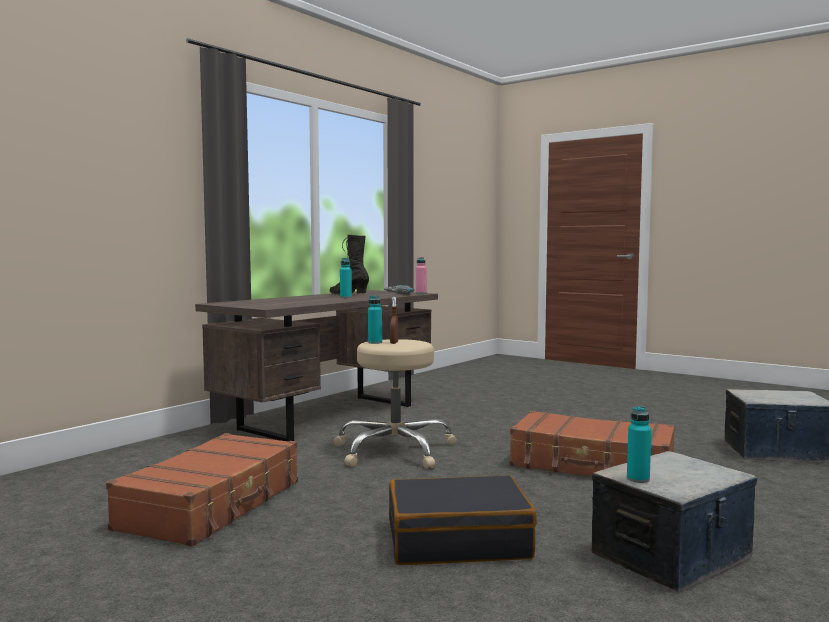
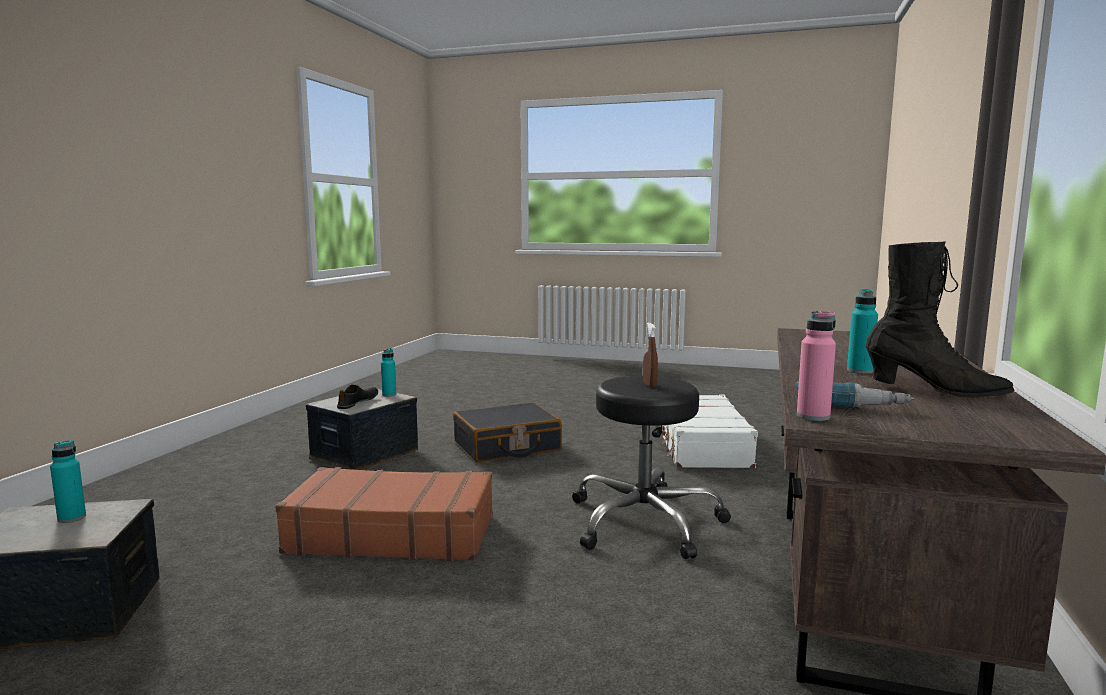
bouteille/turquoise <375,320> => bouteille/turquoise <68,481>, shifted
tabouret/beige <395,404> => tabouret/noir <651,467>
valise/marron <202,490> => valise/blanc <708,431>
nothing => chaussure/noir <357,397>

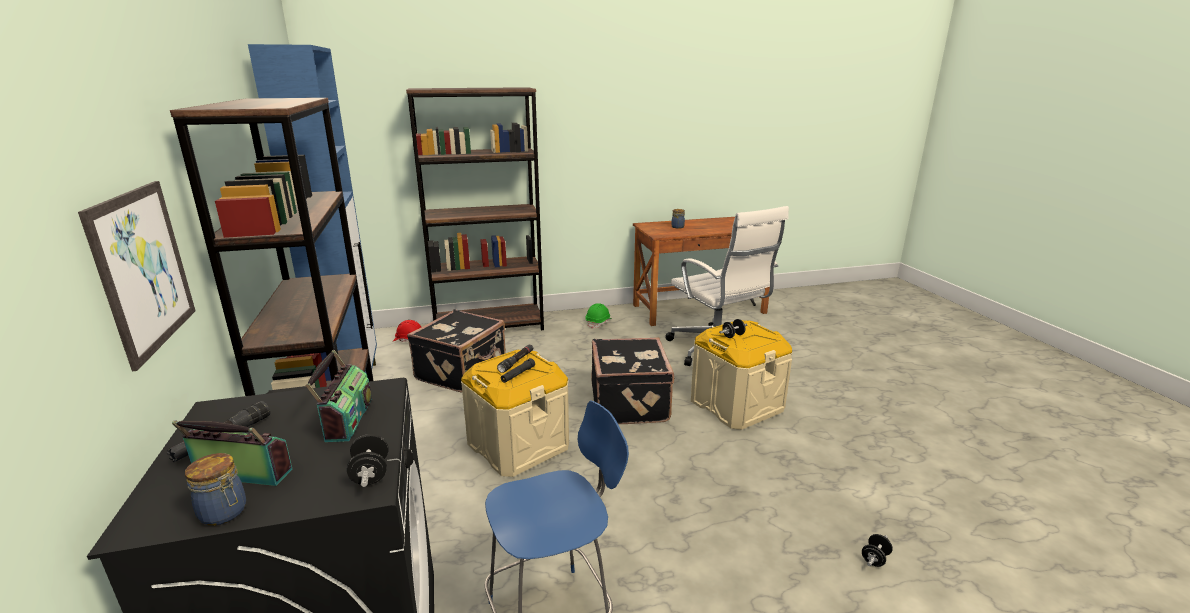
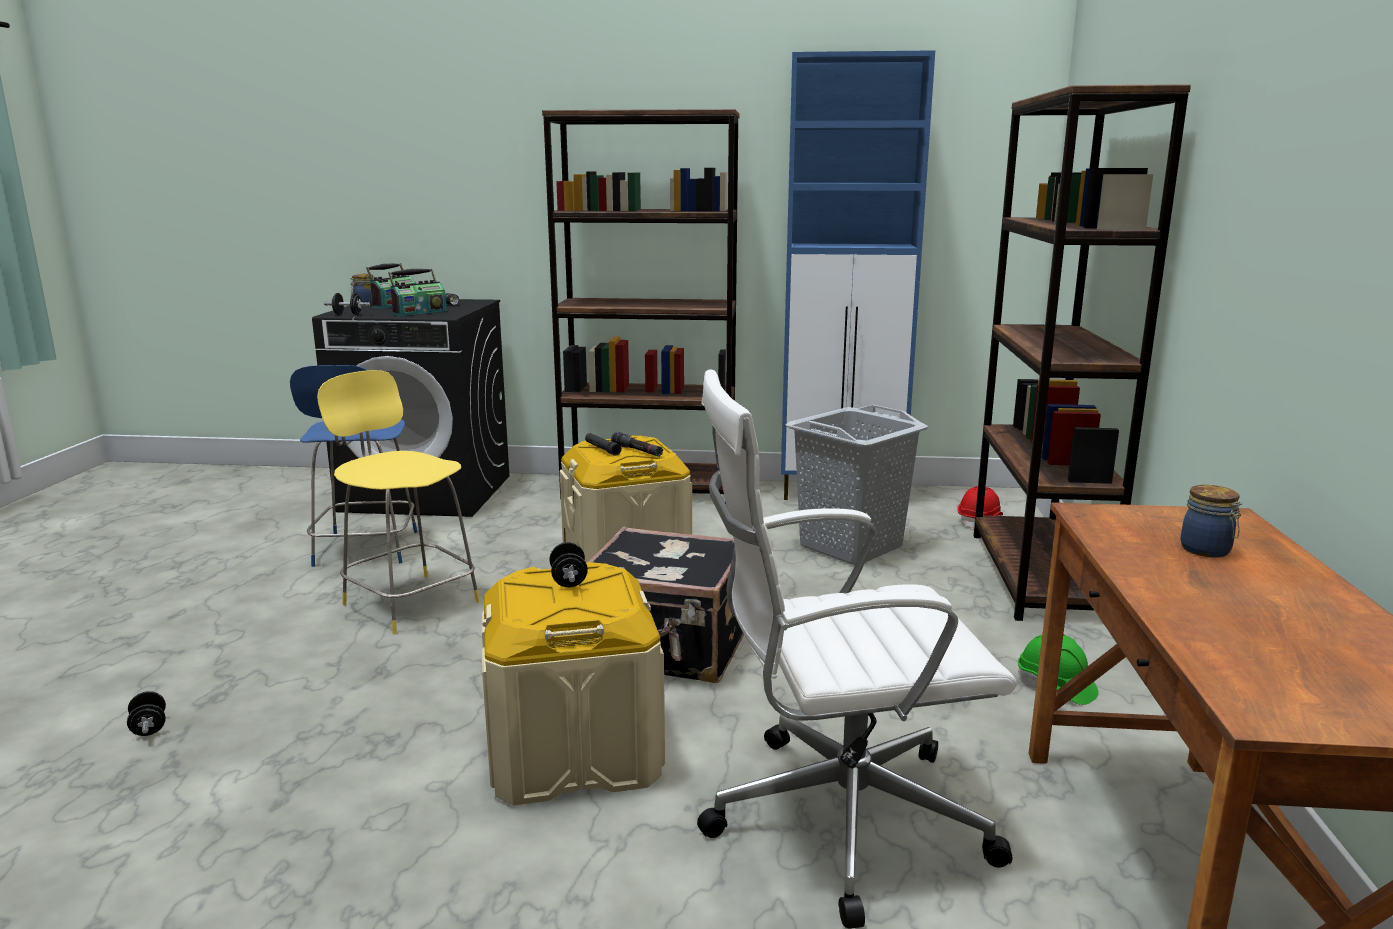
tableau <136,276> => nothing
valise/noir <456,351> => panier à linge/gris <857,485>
radio <339,396> => radio <417,292>, 60 degrees counterclockwise
nothing => tabouret/jaune <398,502>

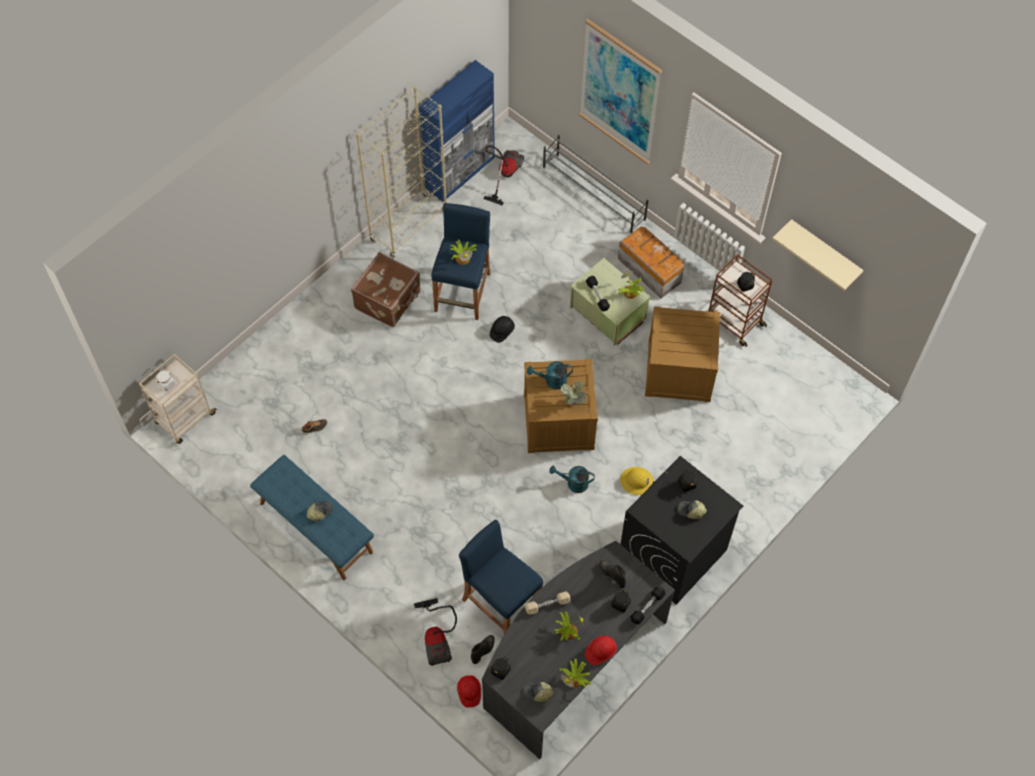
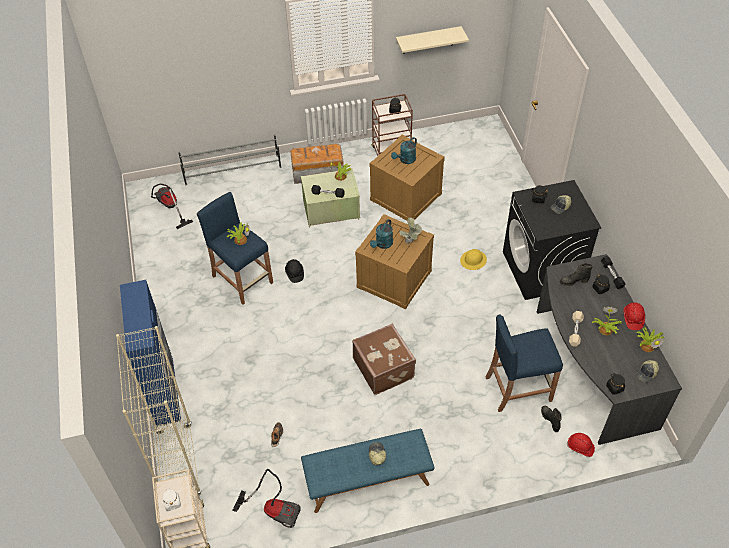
tableau <620,92> => nothing
meuble de rangement/bleu <457,131> => meuble de rangement/bleu <150,353>, shifted
bibliothèque/beige <401,172> => bibliothèque/beige <158,411>, shifted
valise/marron <386,289> => valise/marron <384,359>, shifted
arrosoir/turquoise <572,479> => arrosoir/turquoise <404,150>, shifted
aspirateur <435,632> => aspirateur <267,498>, shifted

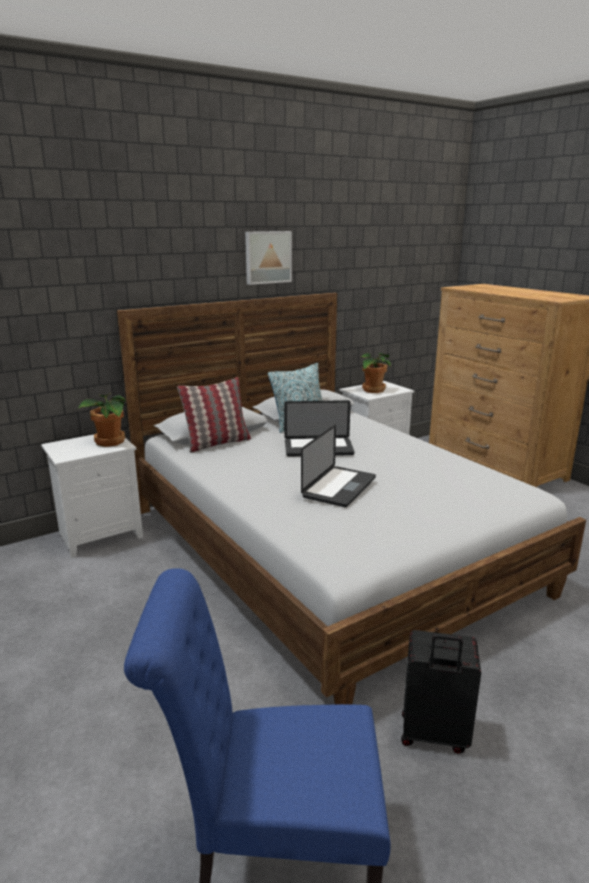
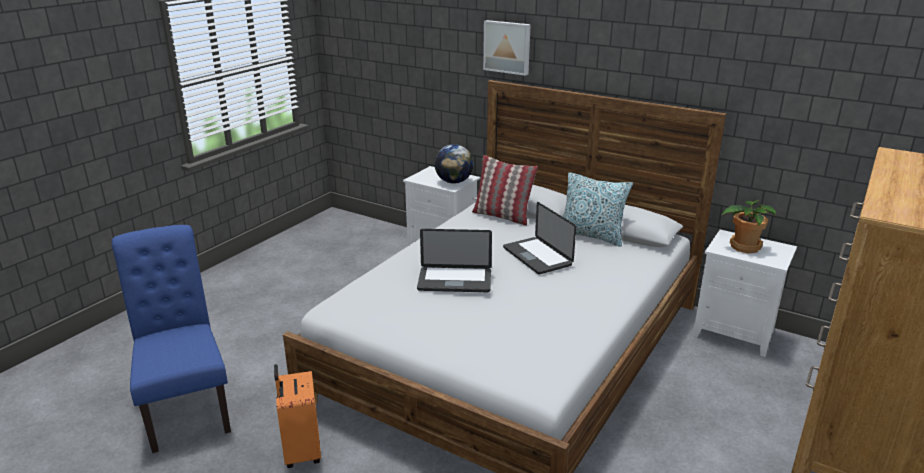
tableau <268,258> => tableau <507,48>, shifted
plante en pot <102,420> => globe <453,164>
valise/noir <441,692> => valise/orange <297,416>

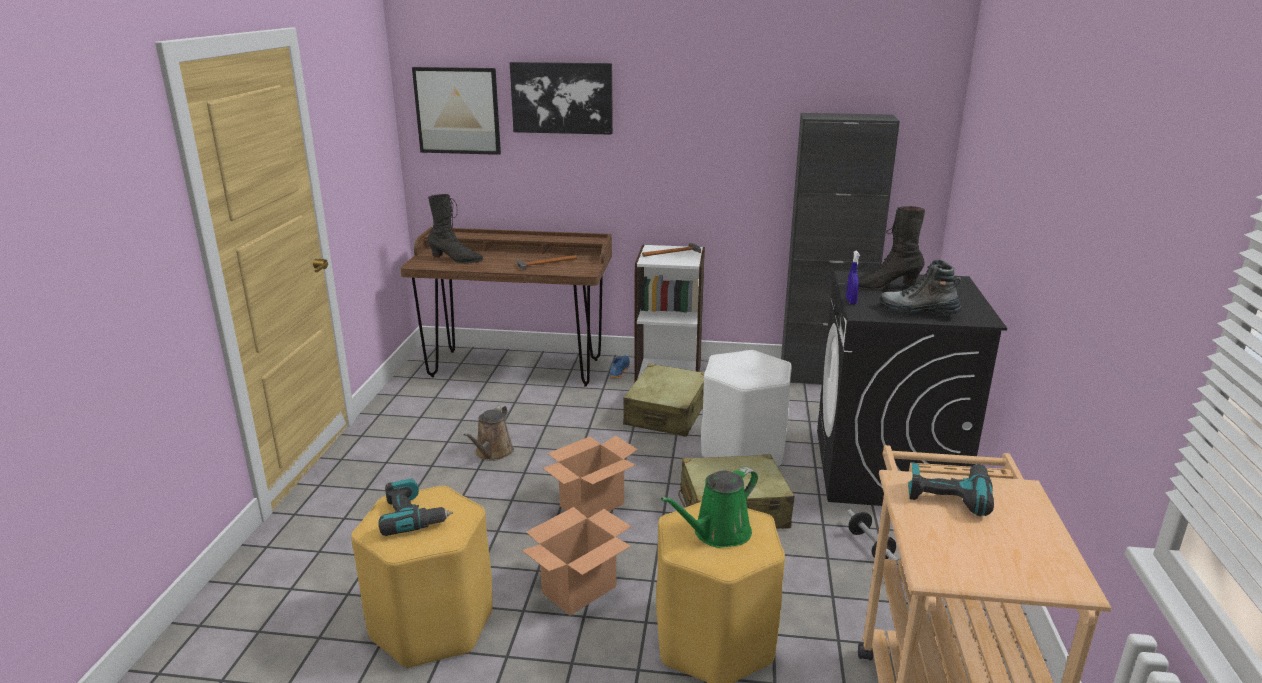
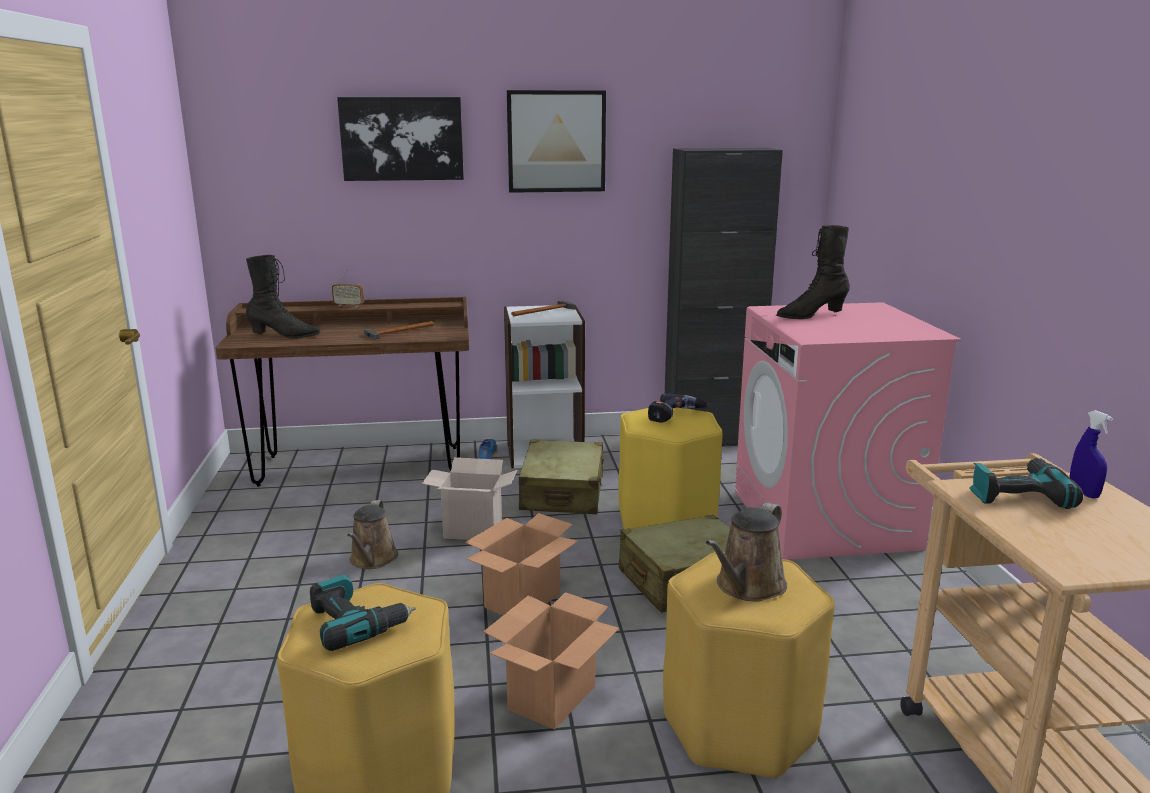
tableau <456,111> => tableau <556,141>, shifted
vaporisateur/bleu <853,277> => vaporisateur/bleu <1091,454>, shifted
botte <920,287> => nothing
lave-linge/noir <912,388> => lave-linge/rose <848,431>
tabouret/blanc <746,408> => tabouret/jaune <670,468>
arrosoir/vert <709,507> => arrosoir/marron <746,552>
haltère <872,537> => nothing
nothing => radio <348,287>
nothing => perceuse <678,408>
nothing => carton <469,498>

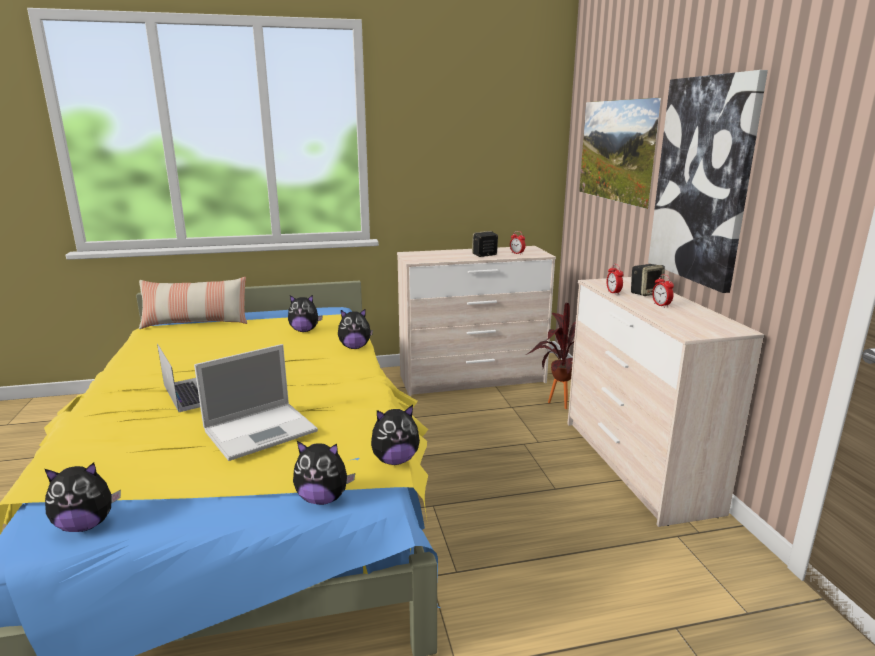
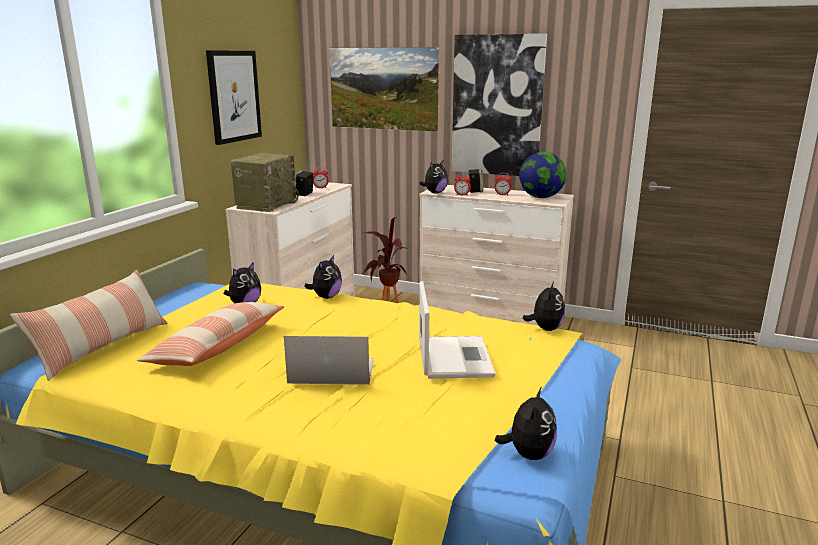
peluche <324,473> => peluche <433,177>, shifted
nothing => tableau <234,97>
nothing => globe <542,175>
nothing => radio <265,182>
nothing => coussin <210,334>

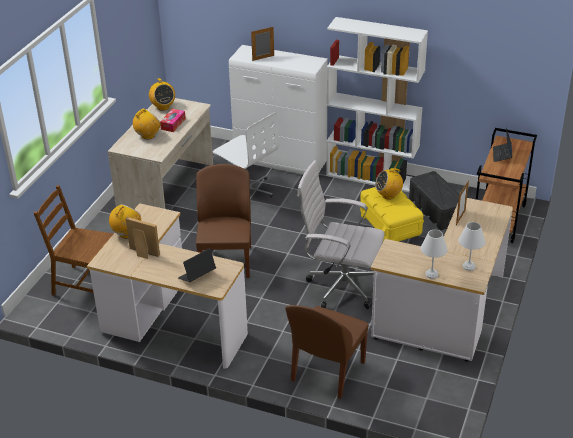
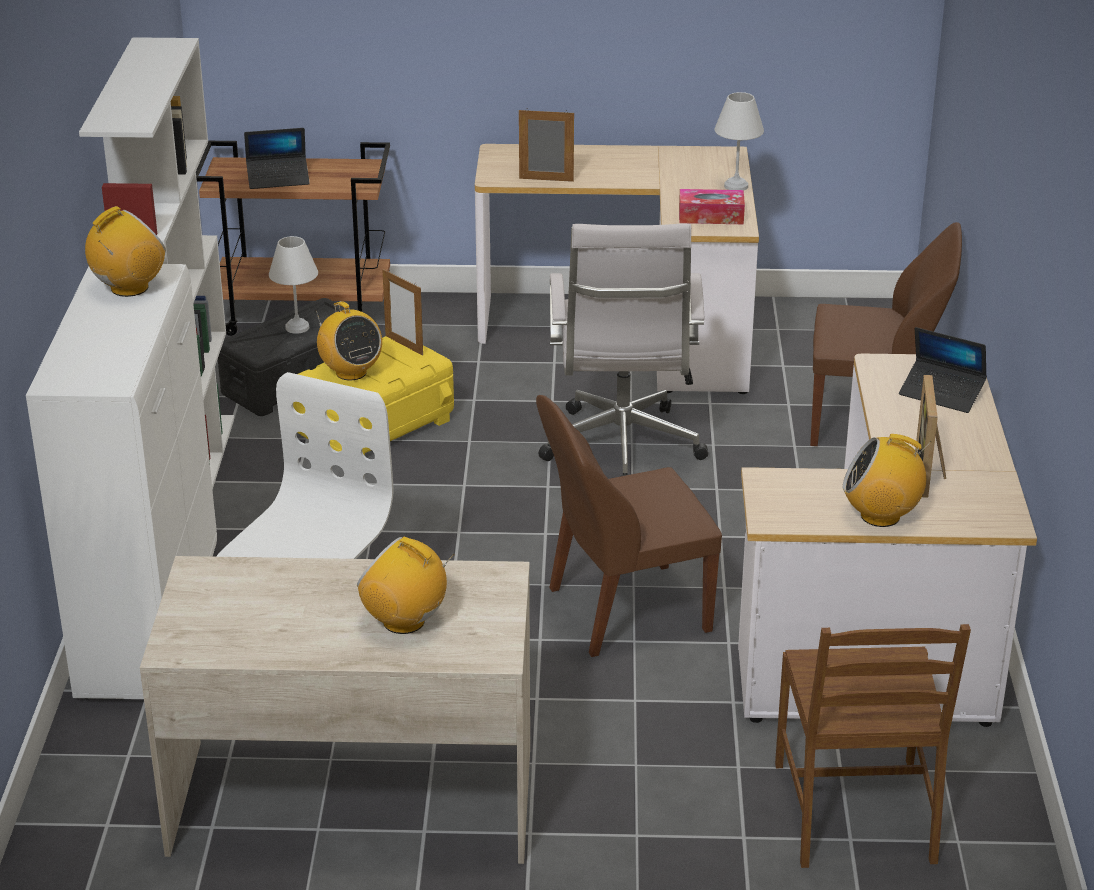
cadre photo <262,44> => cadre photo <402,312>, shifted
radio <162,94> => radio <125,251>, shifted
boîte à mouchoirs <173,120> => boîte à mouchoirs <712,206>, shifted
lampe de table/blanc <471,246> => lampe de table/blanc <293,285>, shifted

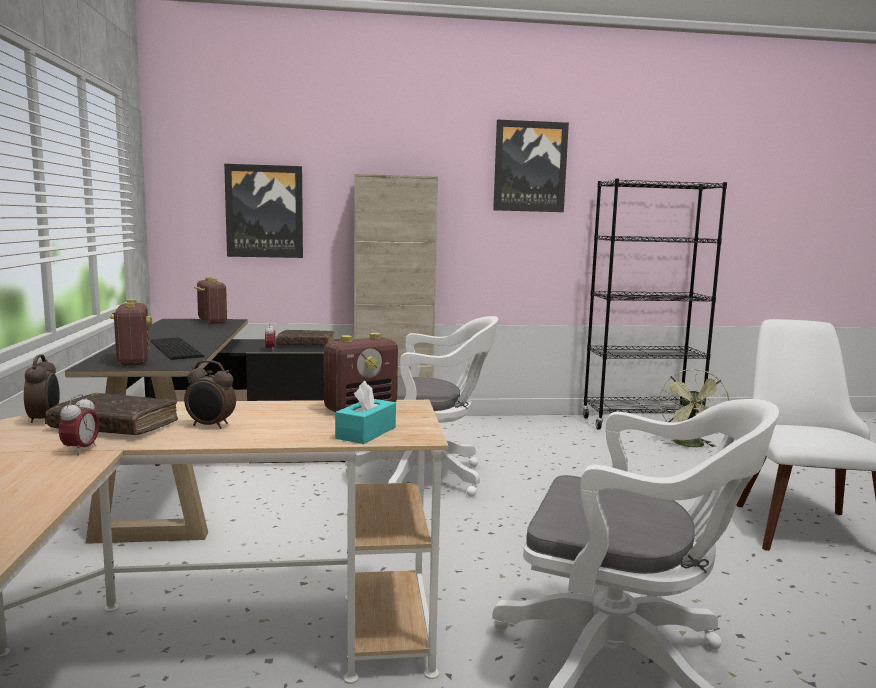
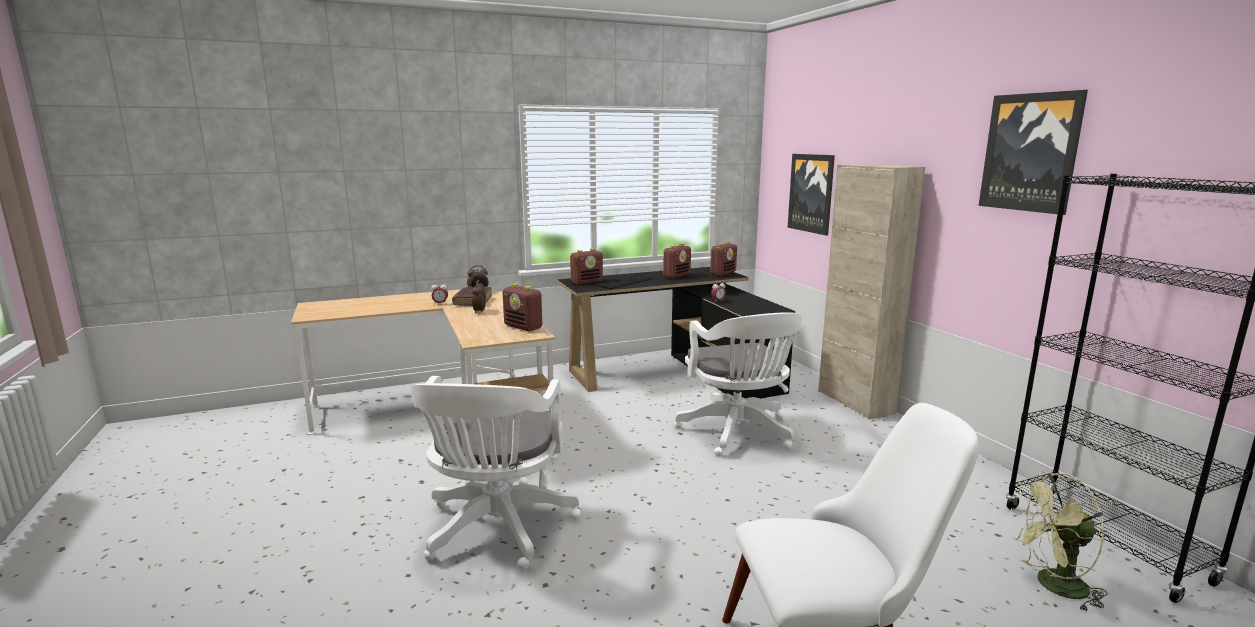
livre/marron <305,338> => nothing
boîte à mouchoirs/turquoise <365,412> => nothing
nothing => radio <677,261>

